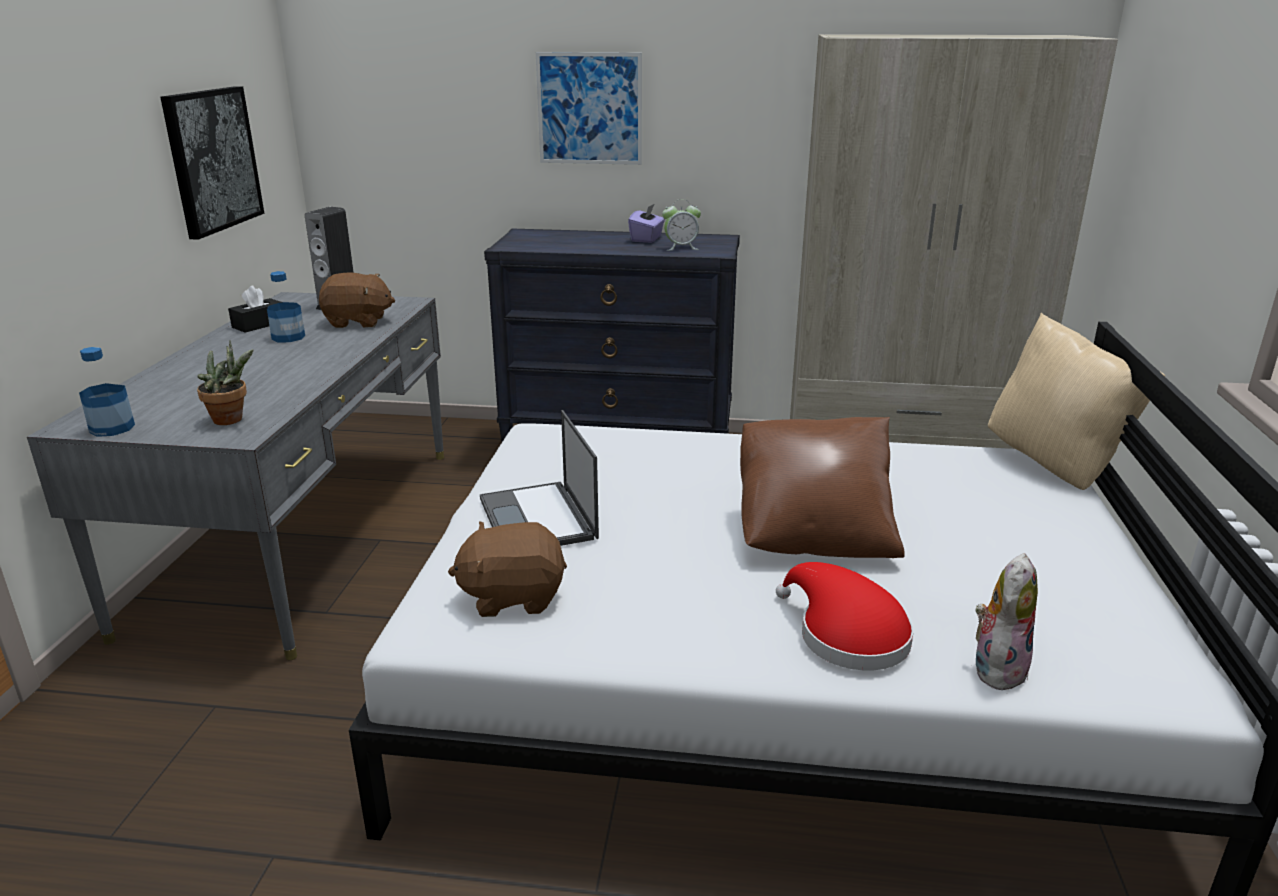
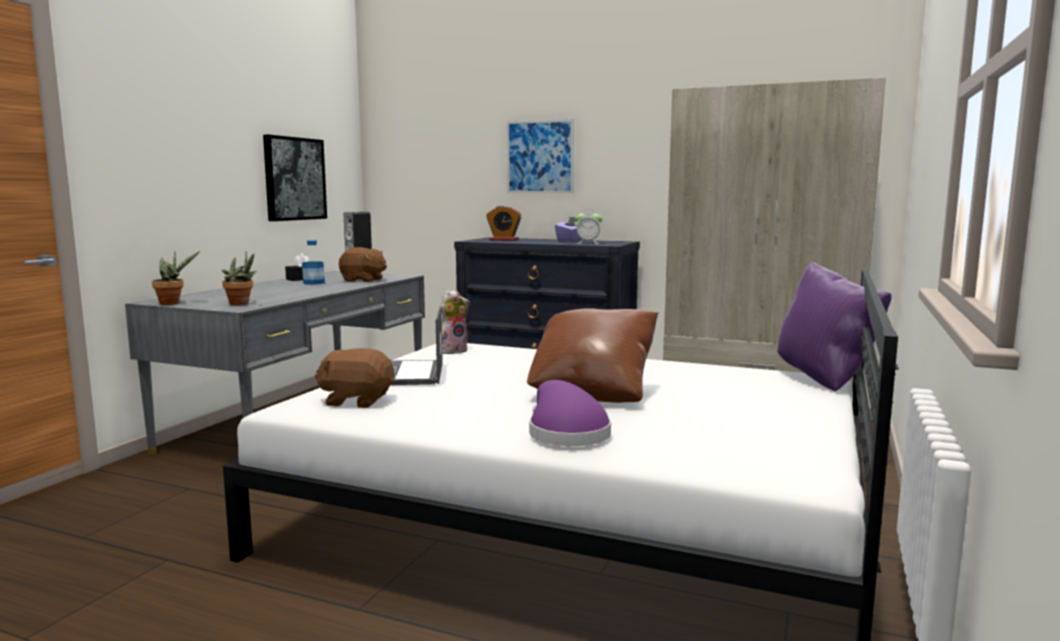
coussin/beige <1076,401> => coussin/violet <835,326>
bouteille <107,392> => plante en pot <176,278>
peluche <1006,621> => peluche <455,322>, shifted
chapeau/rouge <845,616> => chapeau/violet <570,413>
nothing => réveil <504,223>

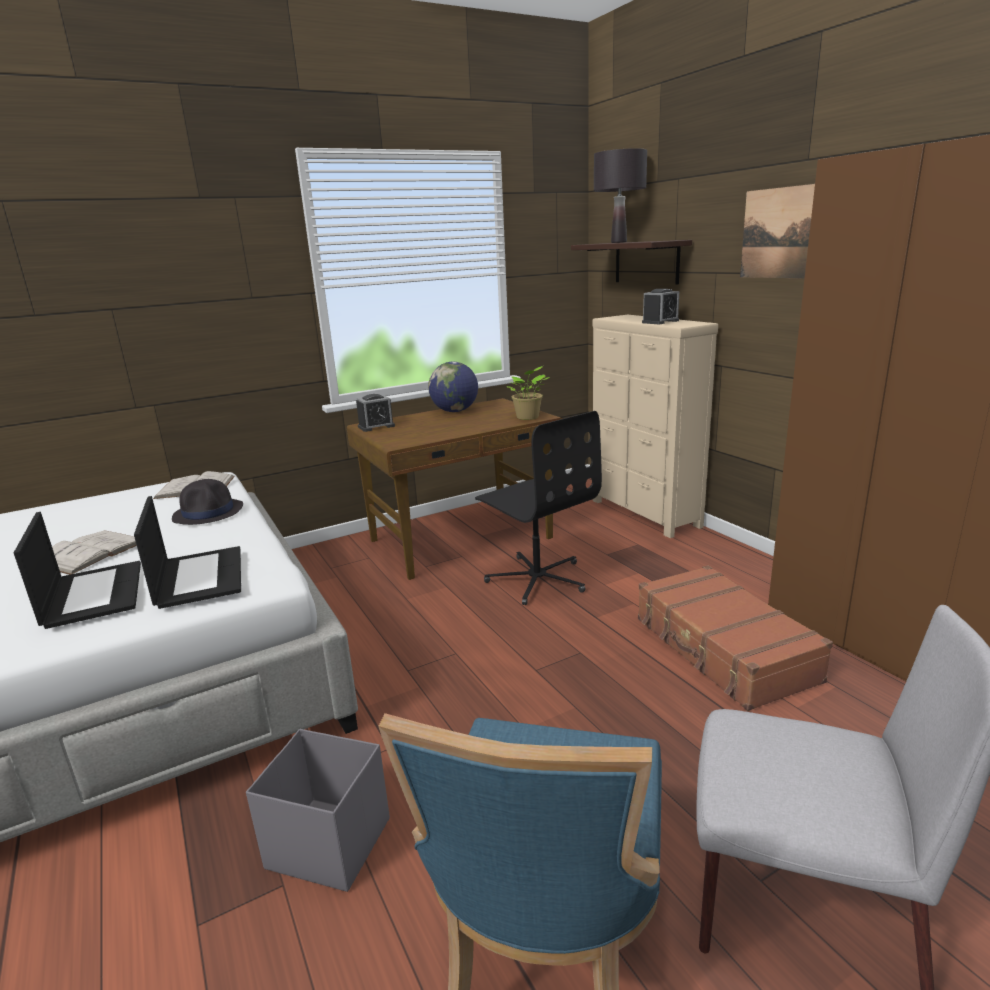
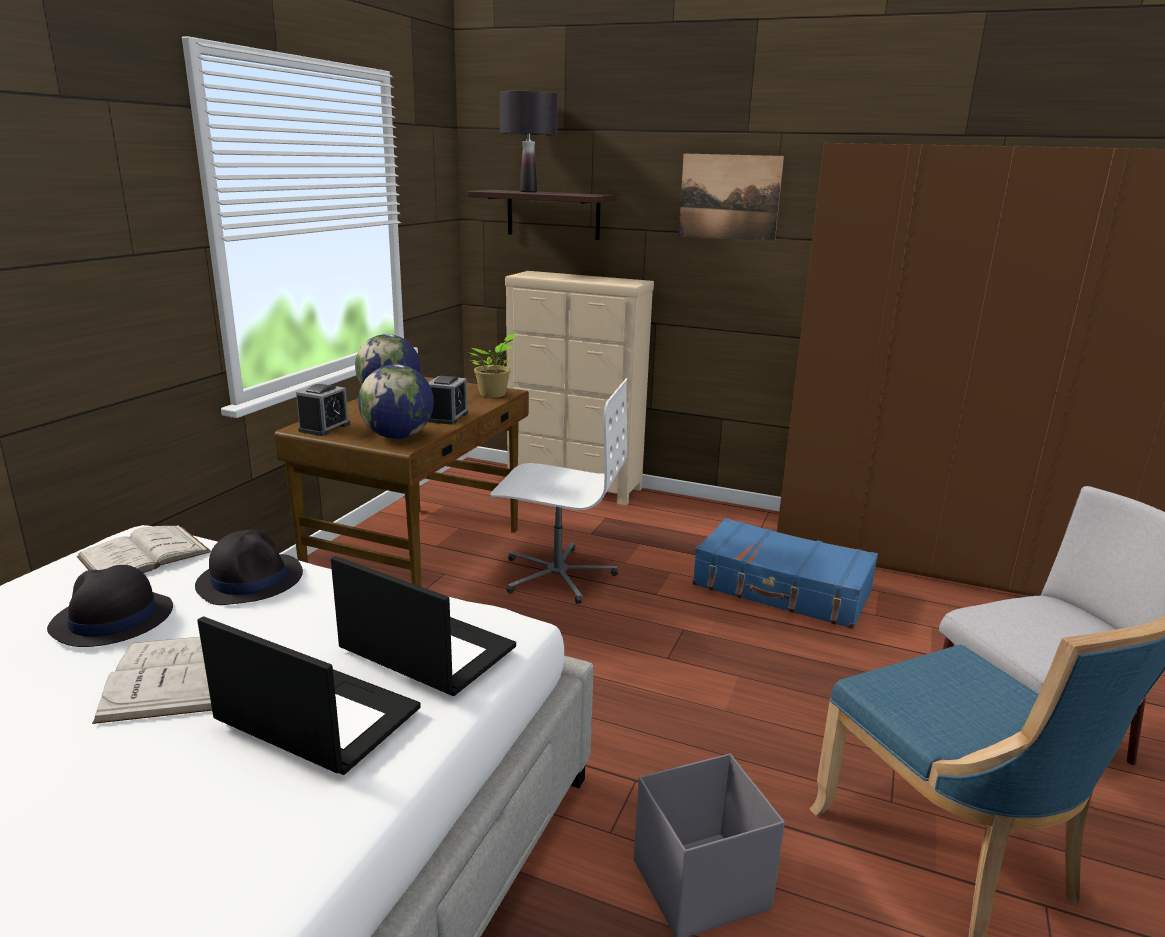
réveil <660,306> => réveil <448,400>, shifted
chaise de bureau/noir <538,508> => chaise de bureau/blanc <559,491>
valise/marron <735,638> => valise/bleu <785,573>
nothing => globe <396,401>
nothing => chapeau/noir <110,606>

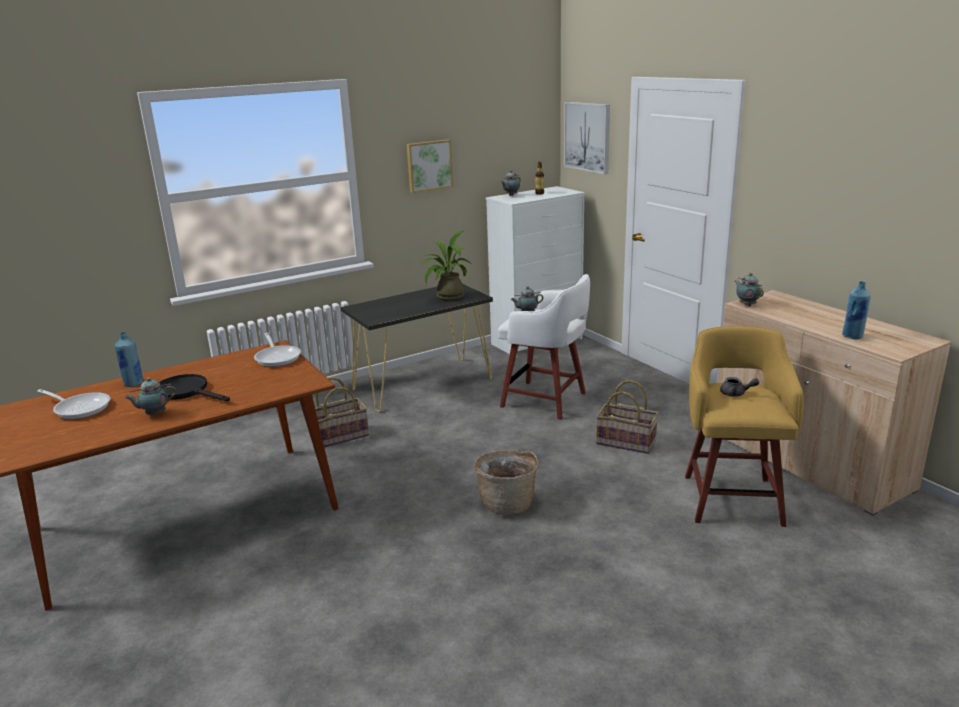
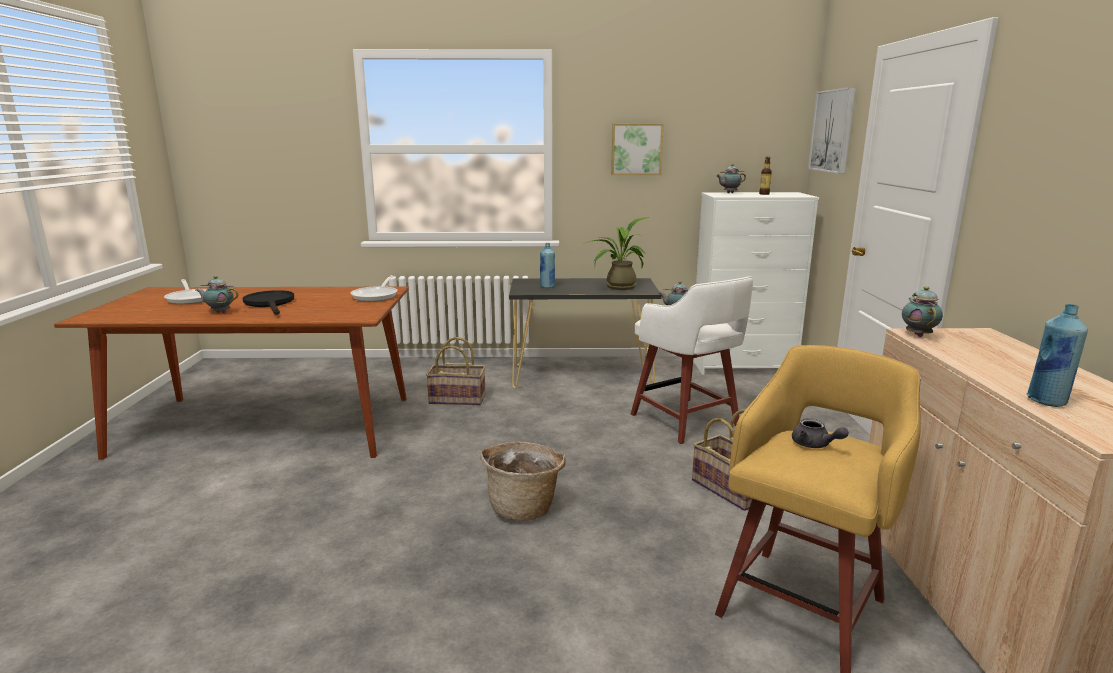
bouteille/bleu <129,359> => bouteille/bleu <547,265>, shifted

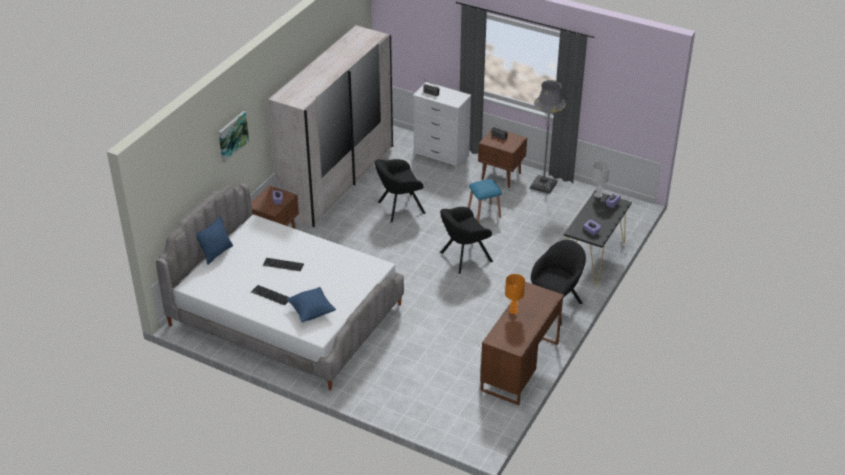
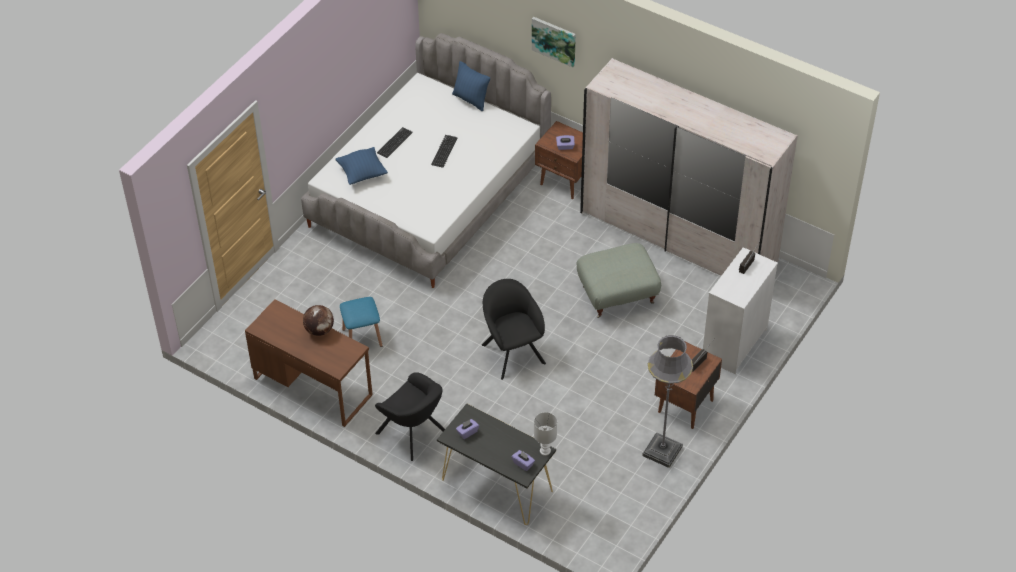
fauteuil/noir <400,191> => pouf/gris <619,280>
tabouret/bleu <485,201> => tabouret/bleu <361,322>, shifted
lampe de table/orange <515,294> => globe <318,320>

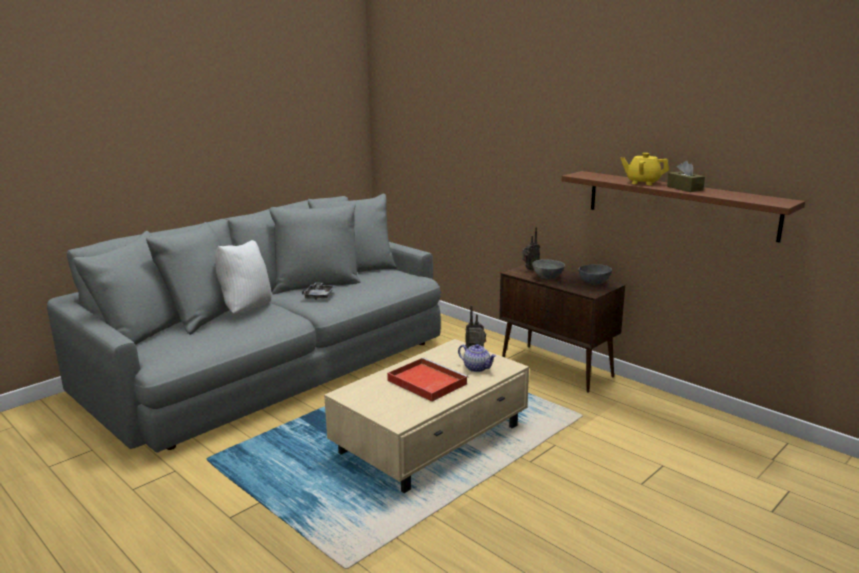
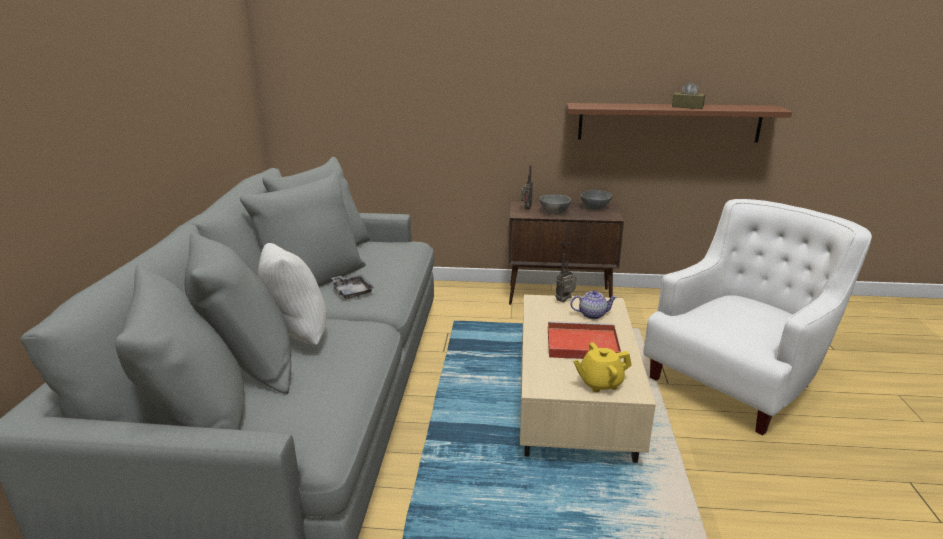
théière/jaune <644,169> => théière/jaune <602,367>, shifted
nothing => fauteuil/blanc <757,317>

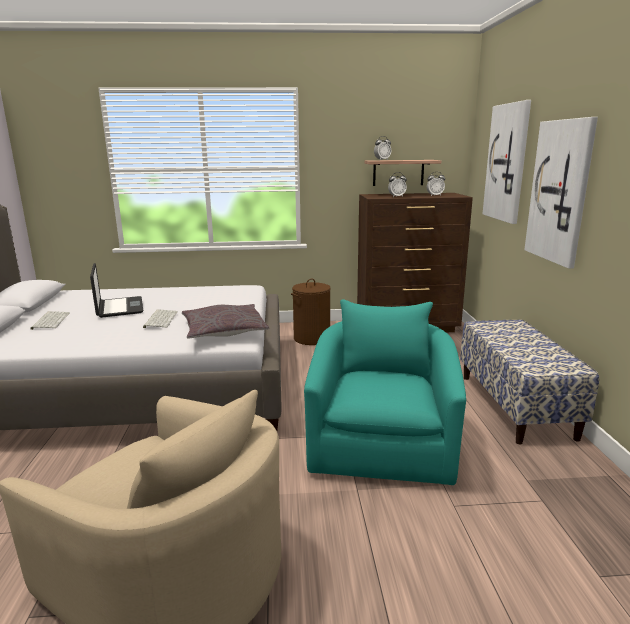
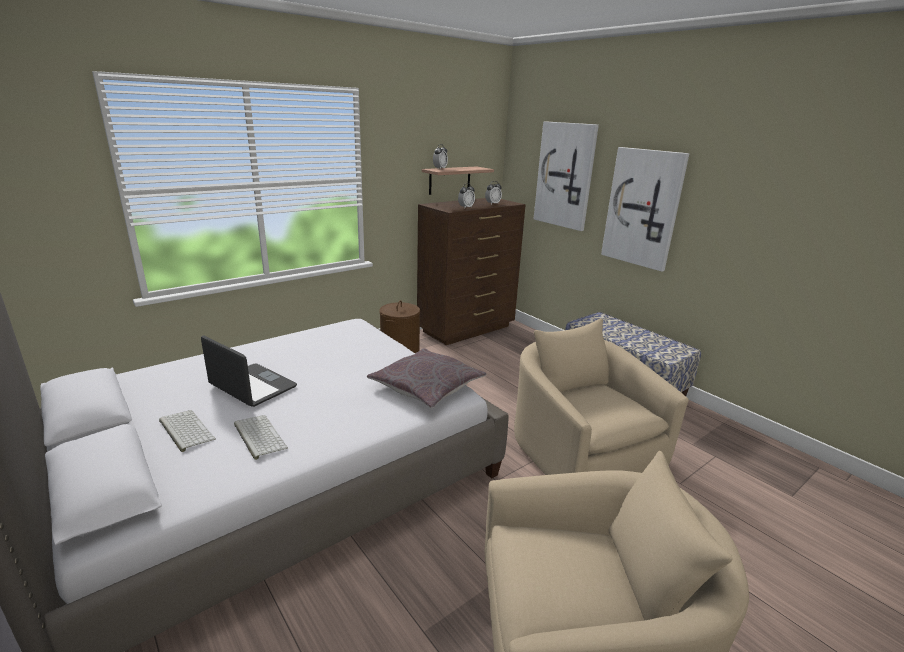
fauteuil/turquoise <385,392> => fauteuil/beige <601,396>
clavier <160,318> => clavier <261,437>, shifted

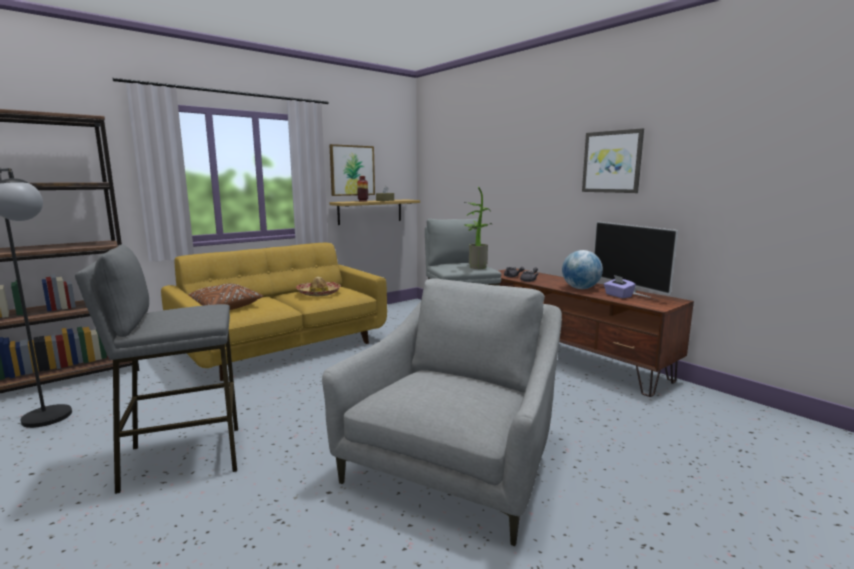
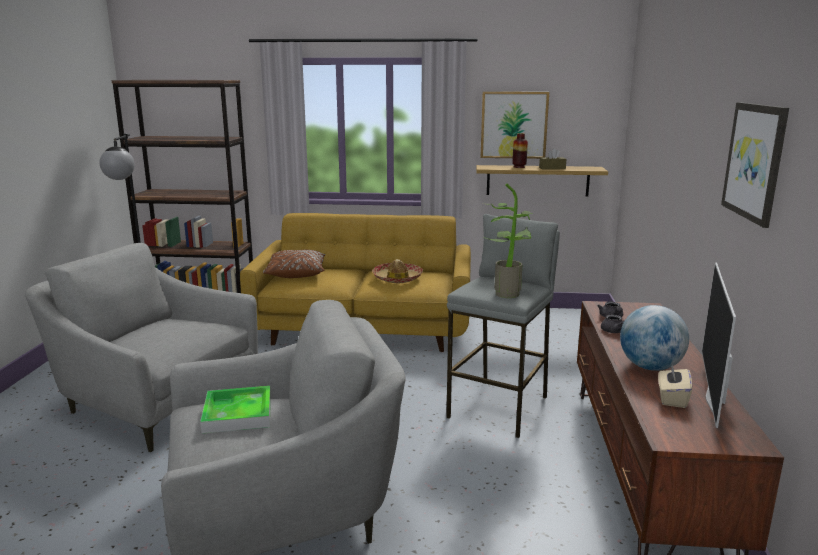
tabouret/gris <156,369> => fauteuil/gris <141,347>
boîte à mouchoirs/violet <620,286> => boîte à mouchoirs/beige <675,386>
nothing => plateau <235,410>

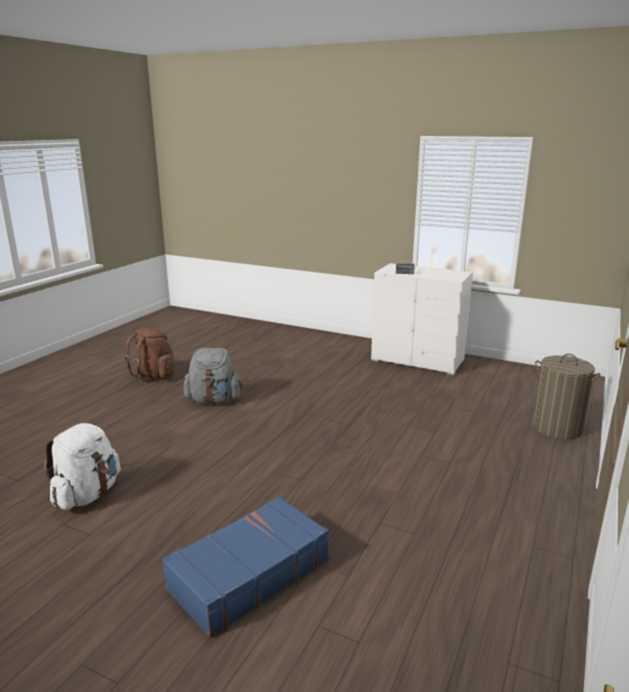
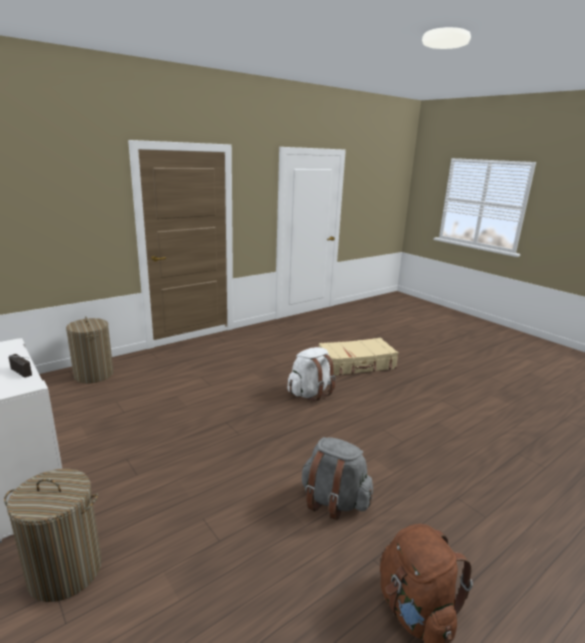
sac à dos/blanc <82,466> => sac à dos/blanc <311,374>, shifted
valise/bleu <245,567> => valise/beige <359,356>
nothing => panier à linge <53,535>

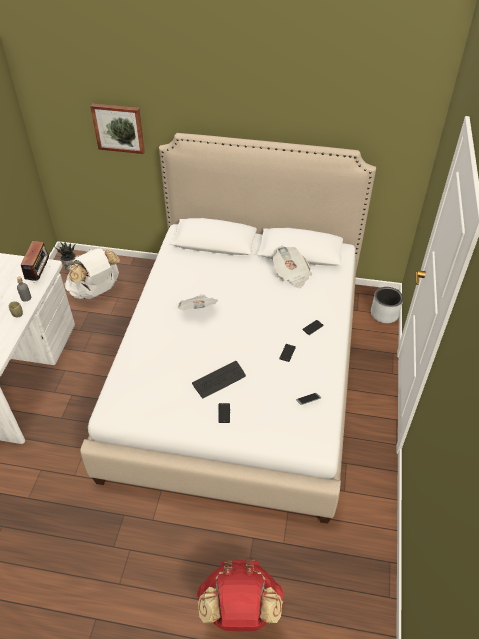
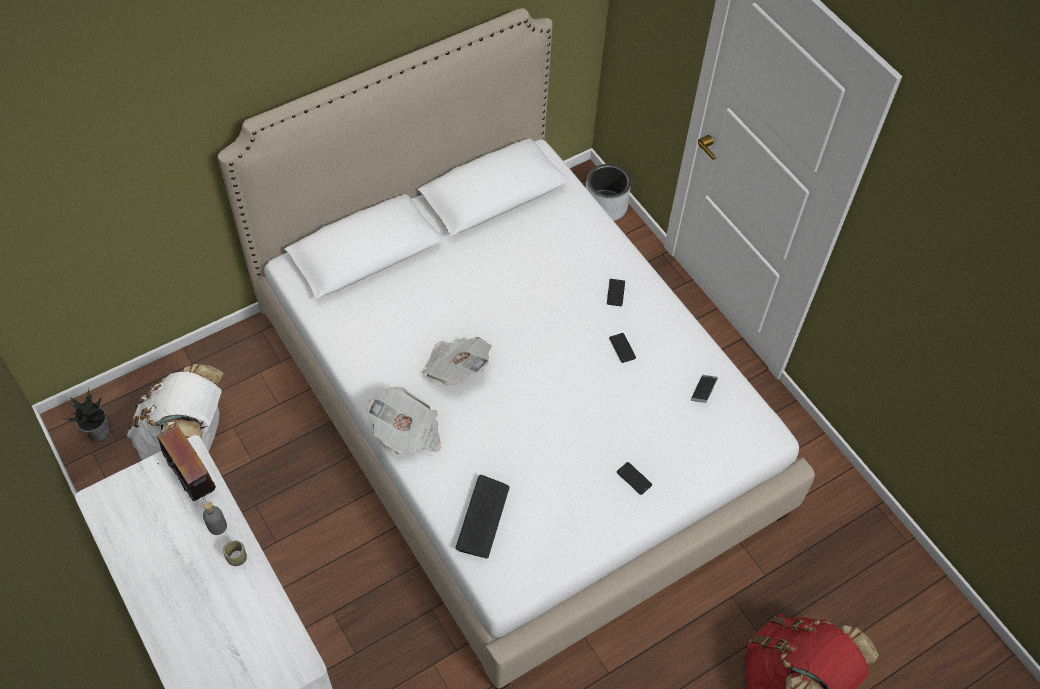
tableau <117,129> => nothing
journal <292,267> => journal <404,421>, shifted
clavier <219,379> => clavier <482,517>, shifted

